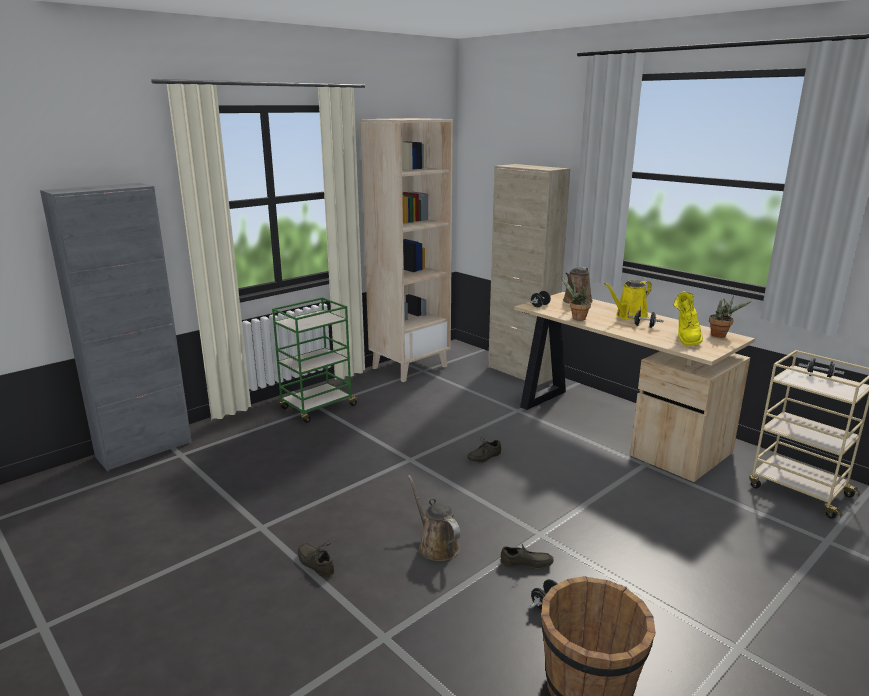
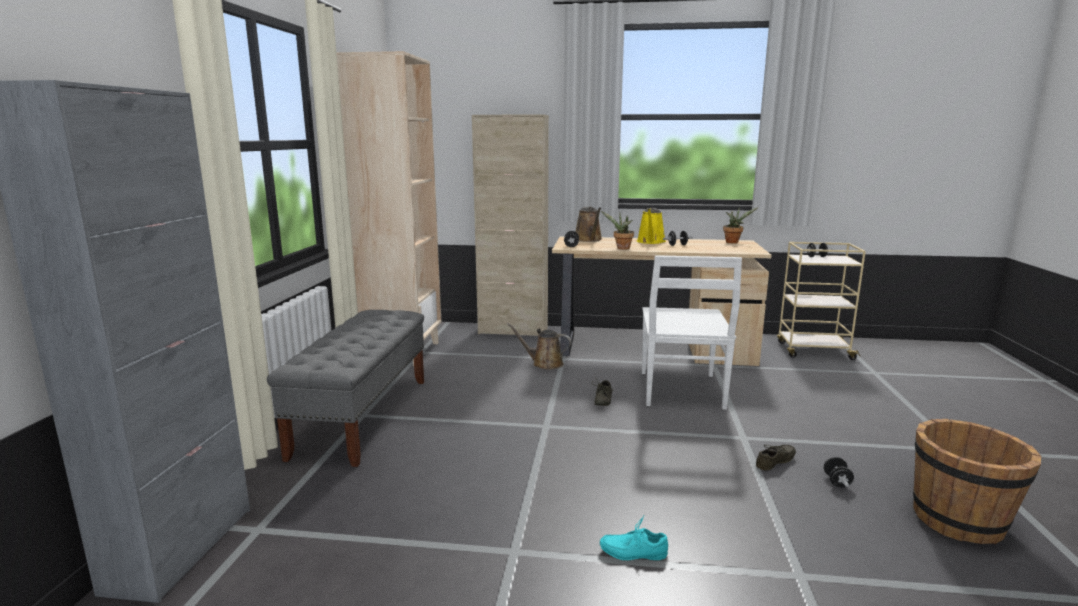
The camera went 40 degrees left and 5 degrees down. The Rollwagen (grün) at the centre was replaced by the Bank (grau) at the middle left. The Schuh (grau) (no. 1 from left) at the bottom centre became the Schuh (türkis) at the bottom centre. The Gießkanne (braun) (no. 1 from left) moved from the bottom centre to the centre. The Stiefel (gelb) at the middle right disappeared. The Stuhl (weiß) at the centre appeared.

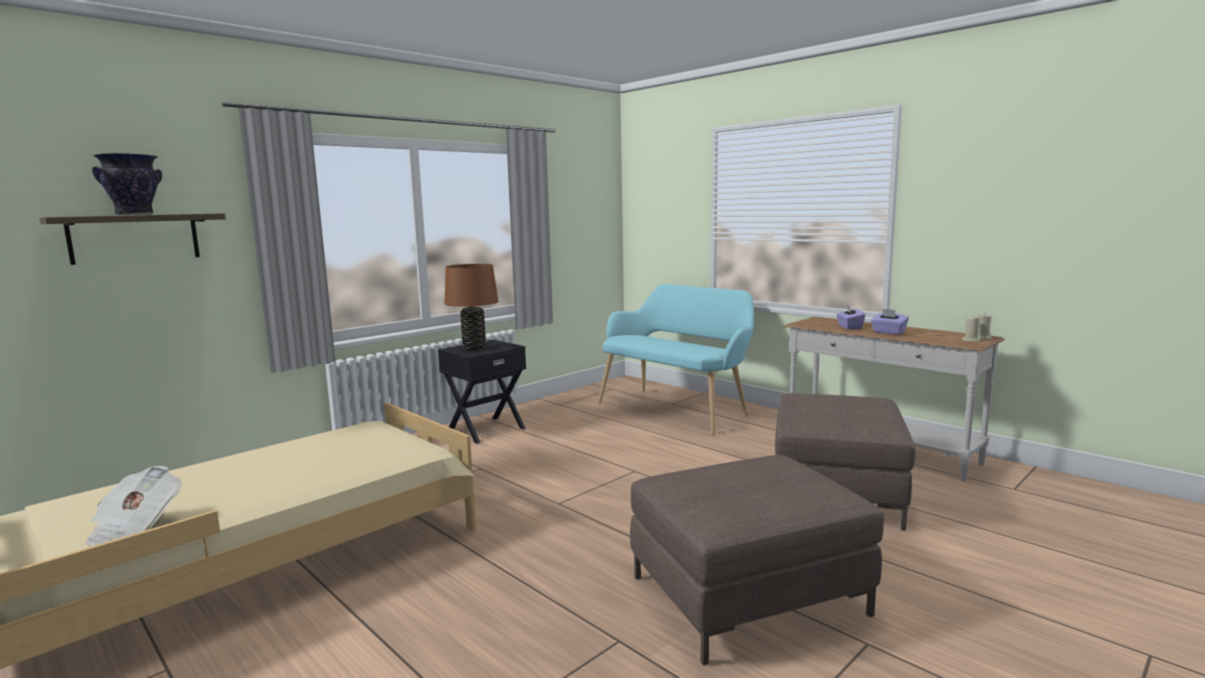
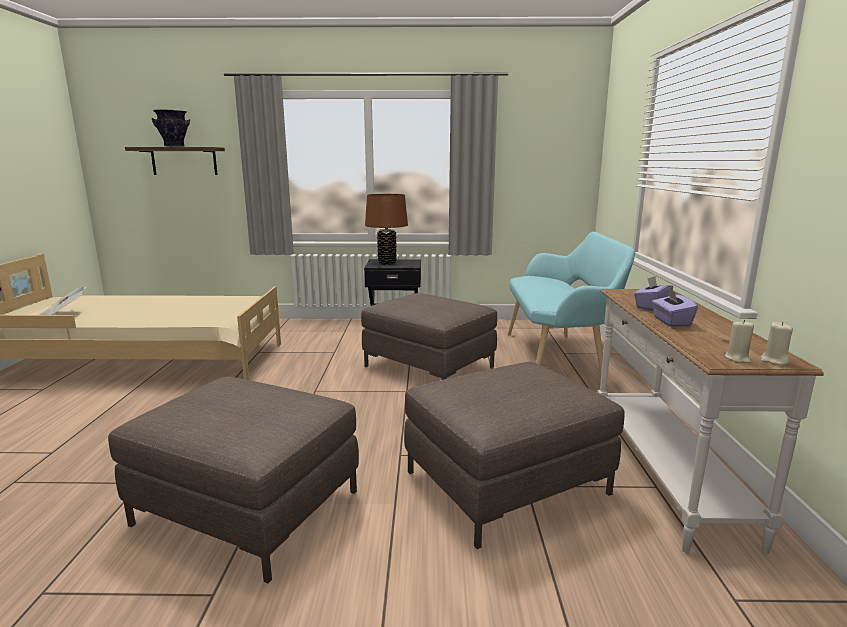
The camera went 45 degrees right and 5 degrees up. The Polsterhocker (braun) (no. 2 from left) at the centre appeared.

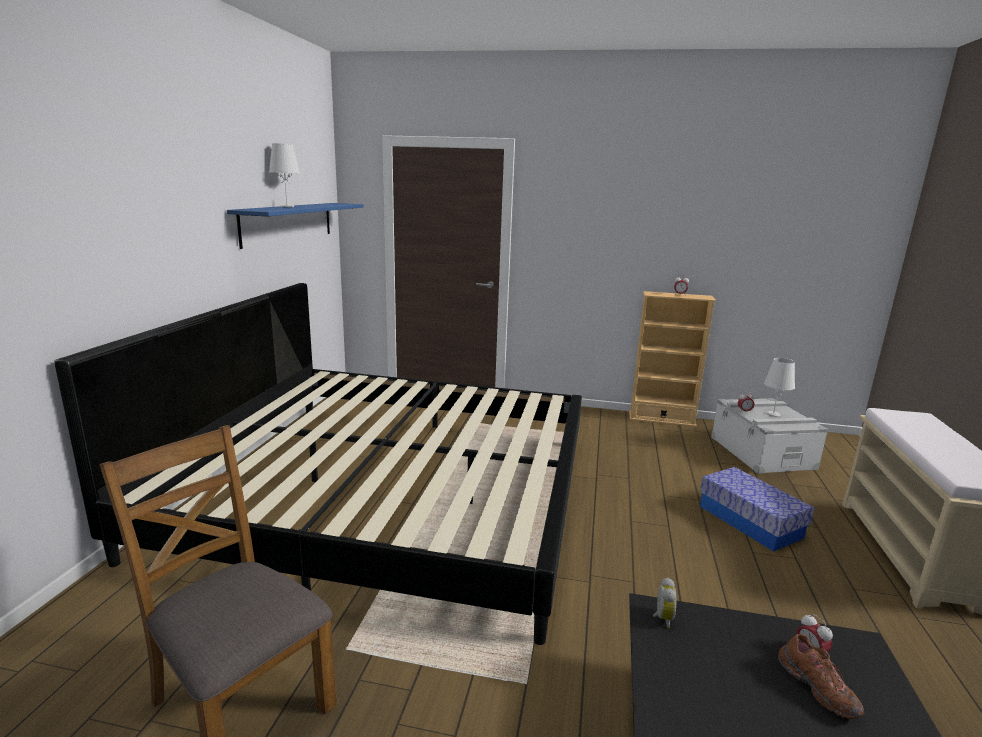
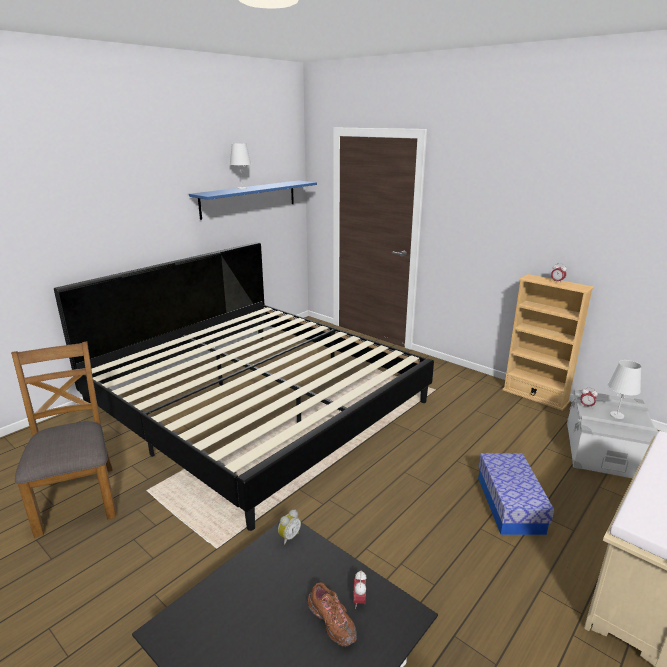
The camera went 30 degrees right and 5 degrees up. The Schuh (braun) at the bottom right turned 45 degrees counterclockwise.

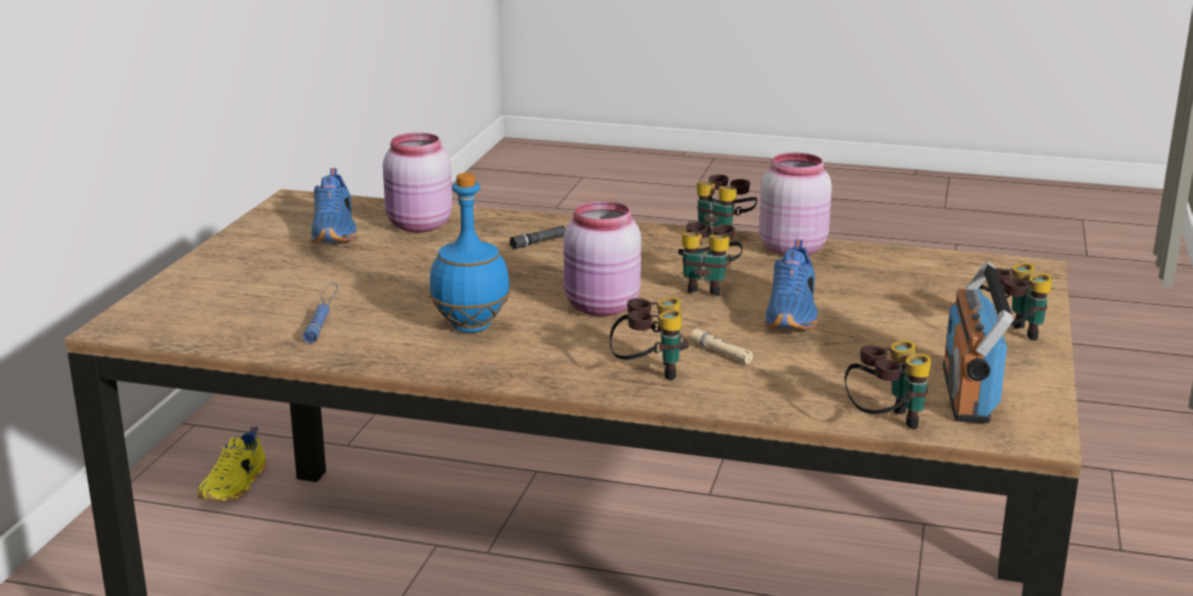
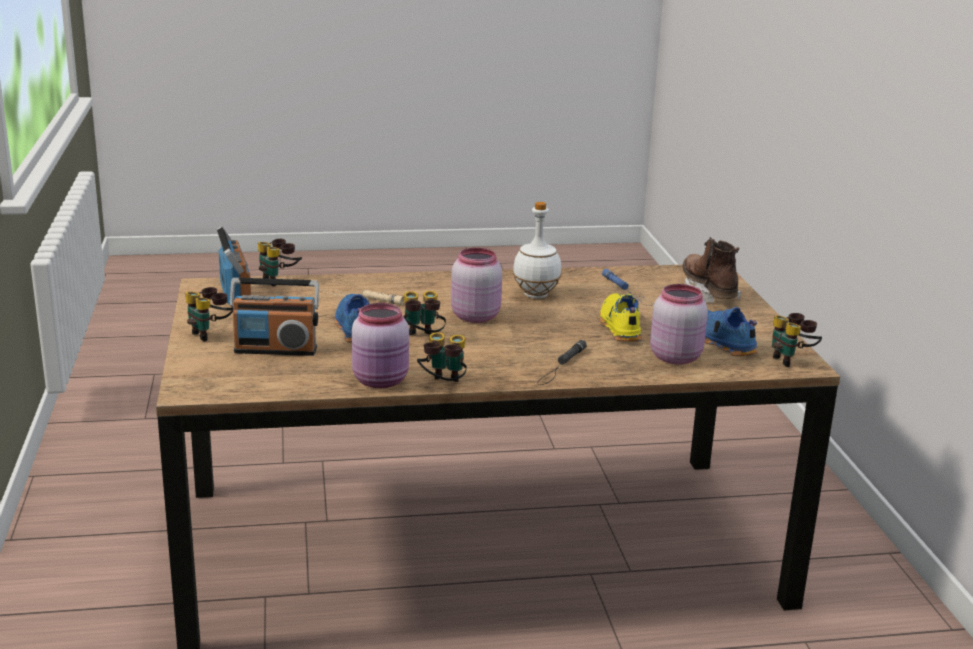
The camera went 155 degrees right and 0 degrees up. The Schuh (gelb) moved from the bottom left to the centre. The Flasche (blau) at the centre became the Flasche (weiß) at the centre. The Fernglas (no. 1 from left in the first image) moved from the centre to the middle right. The Radio (no. 2 from left) at the middle left appeared. The Stiefel (braun) at the middle right appeared.

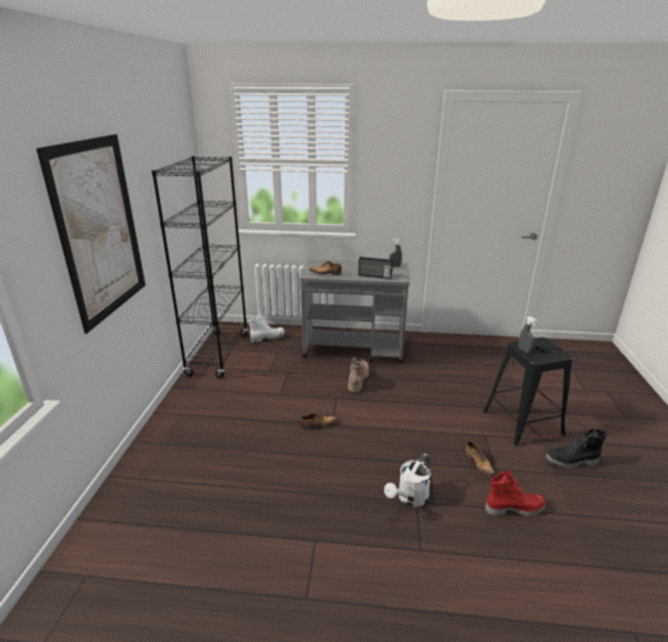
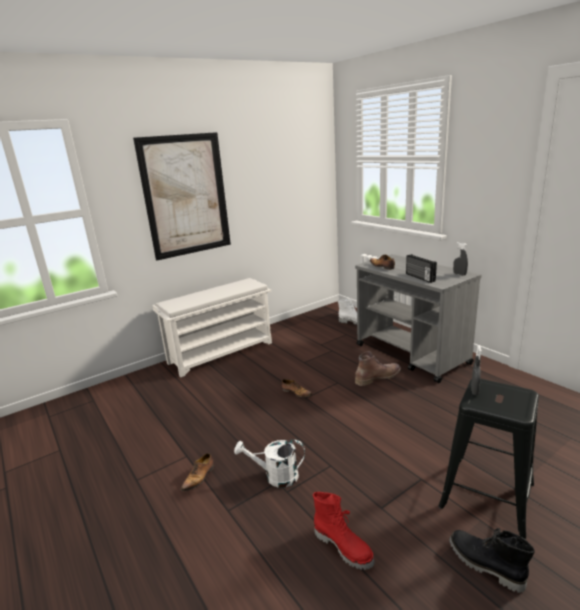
The camera went 50 degrees right and 5 degrees down. The Bücherregal (schwarz) at the middle left disappeared. The Schuh (no. 3 from left in the first image) moved from the bottom right to the bottom centre. The Schuhregal (weiß) at the centre appeared.

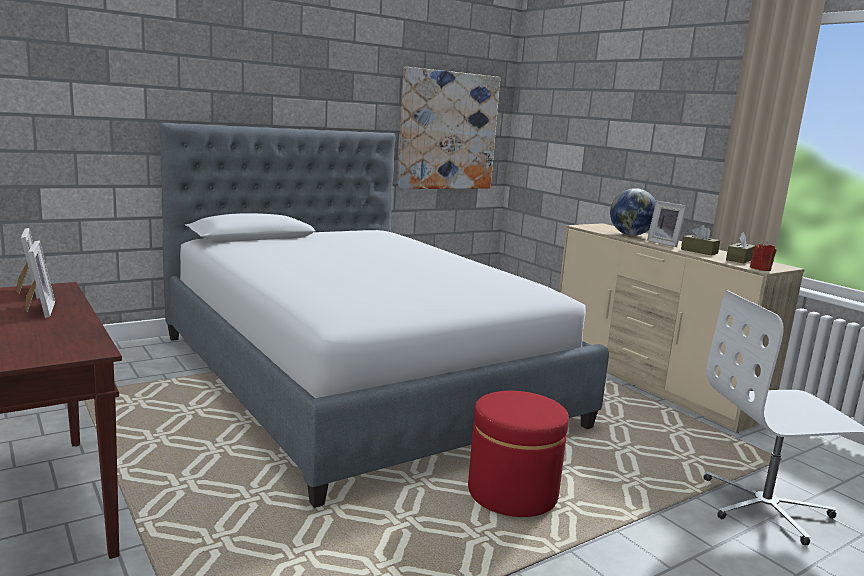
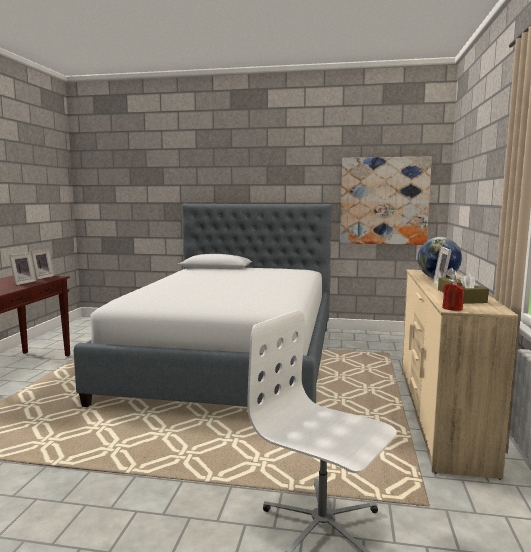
The camera went 45 degrees right and 5 degrees down. The Polsterhocker (rot) at the bottom centre disappeared.

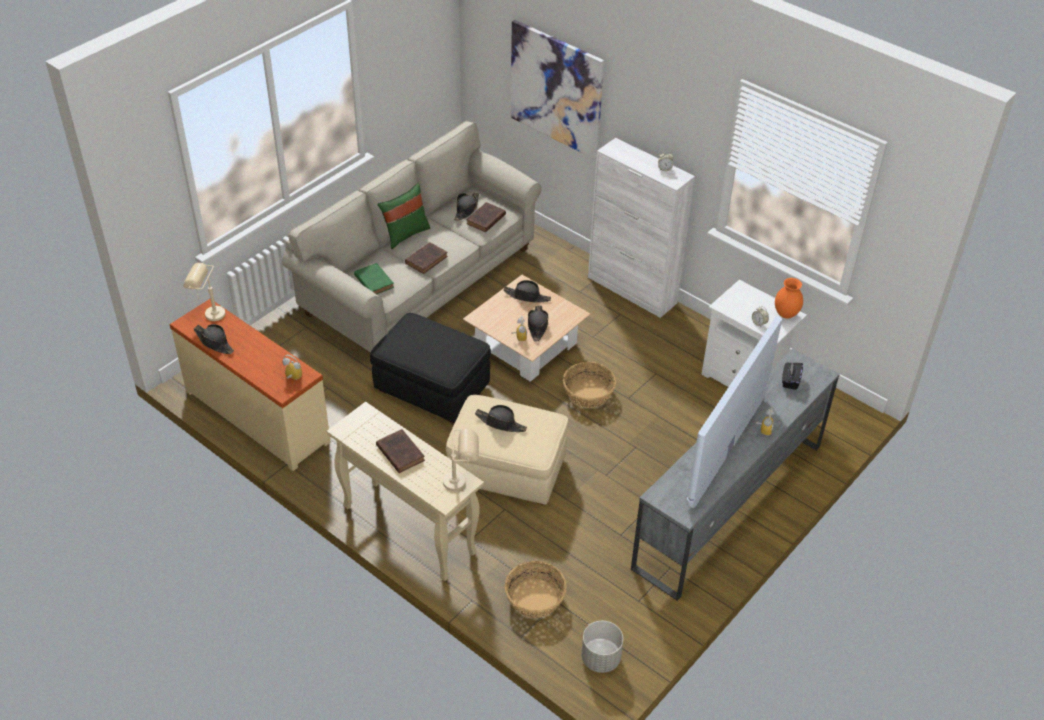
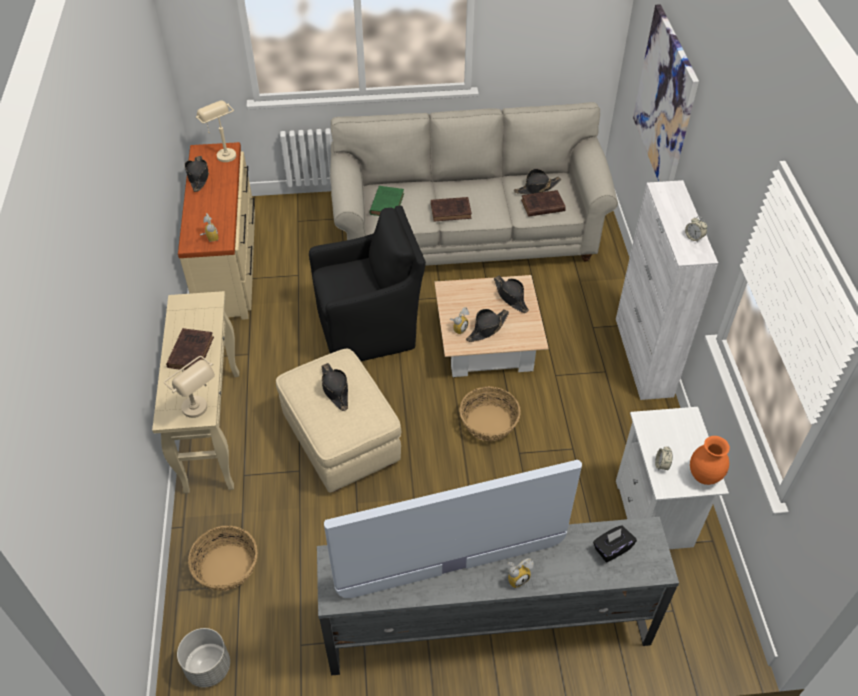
The camera went 45 degrees right and 5 degrees up. The Polsterhocker (schwarz) at the centre was replaced by the Sessel (schwarz) at the centre. The Kissen (grün) at the top centre disappeared.

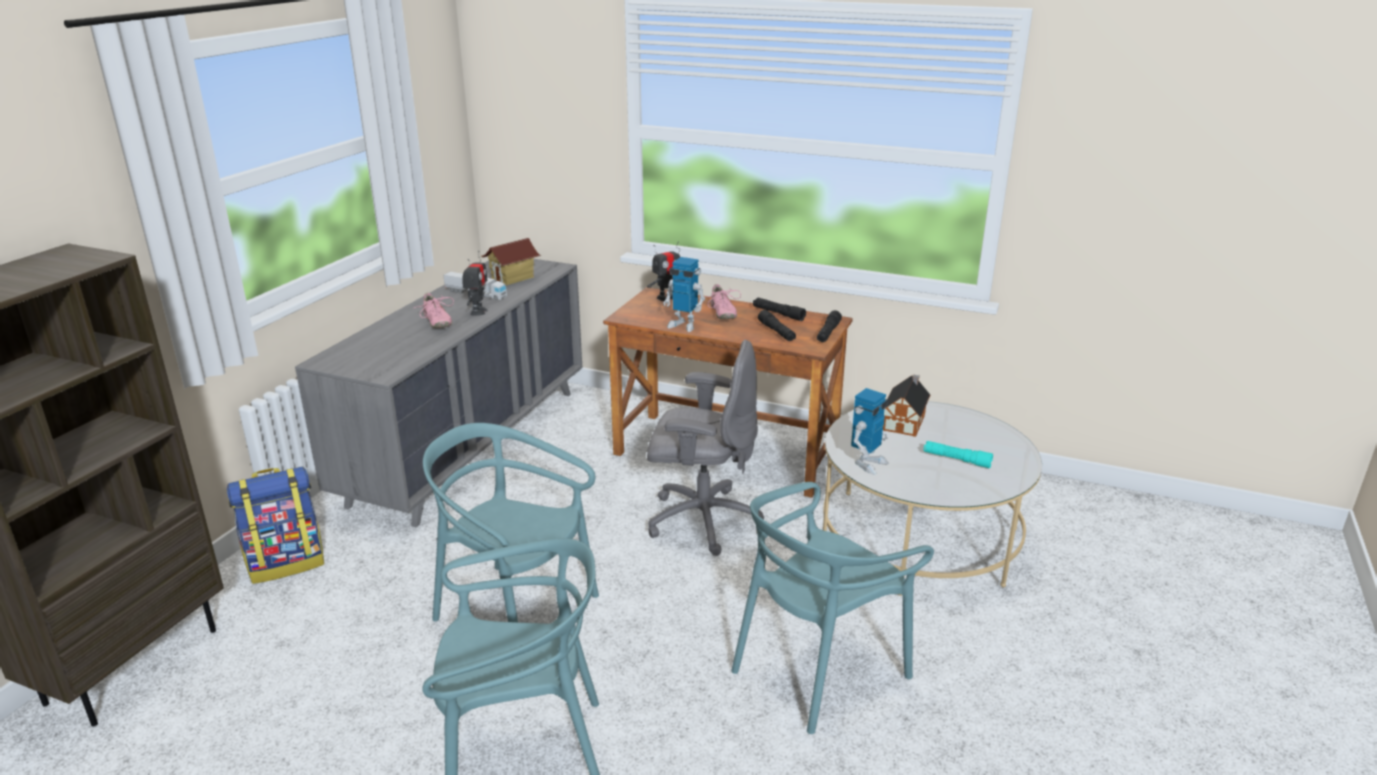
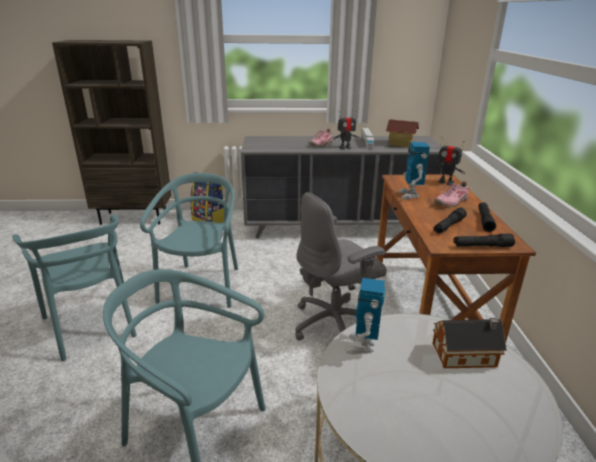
The camera went 65 degrees right and 0 degrees up. The Bürostuhl (grau) at the centre turned 75 degrees clockwise. The Spielzeugroboter (no. 4 from left in the first image) at the centre turned 90 degrees clockwise. The Taschenlampe (türkis) at the middle right disappeared.

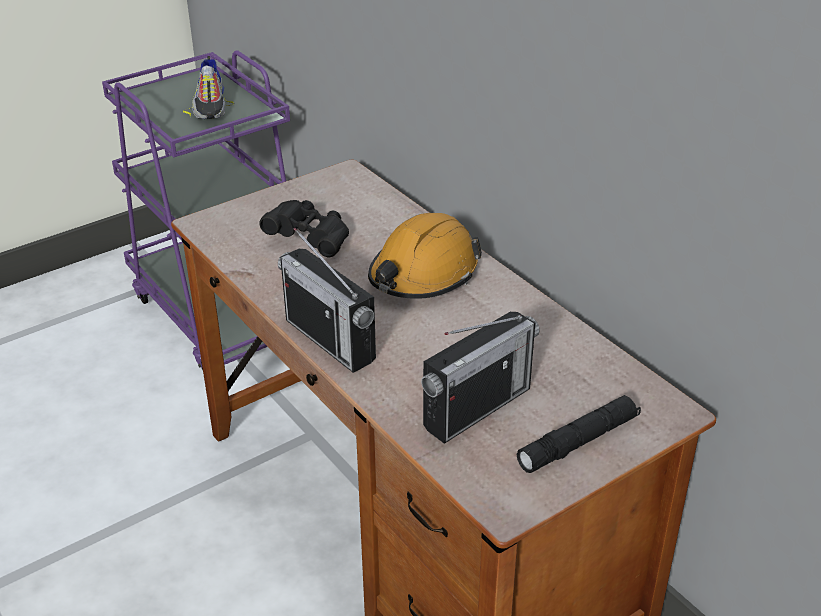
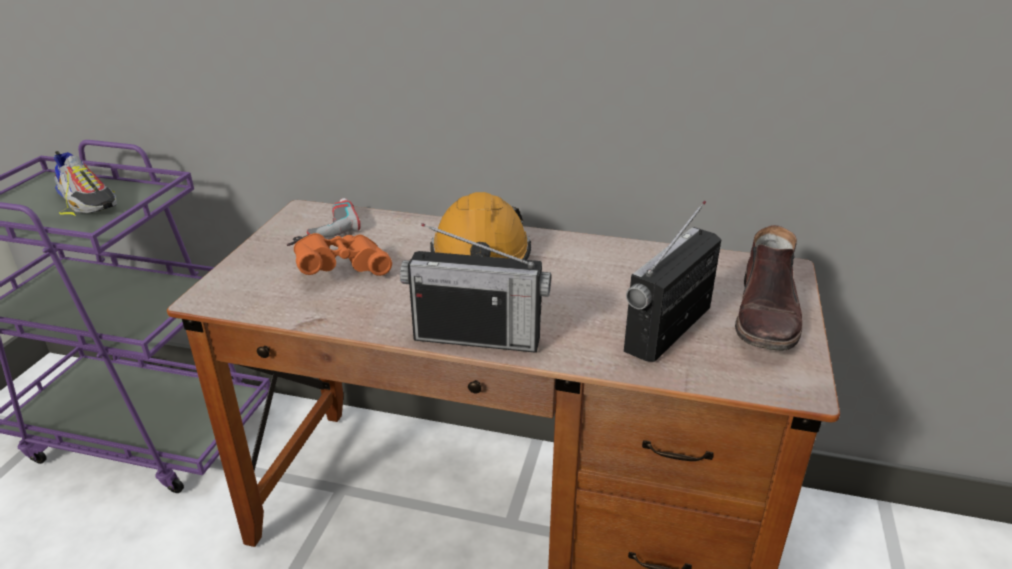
The camera went 40 degrees left and 5 degrees down. The Fernglas (schwarz) at the centre became the Fernglas (orange) at the centre. The Radio (no. 2 from left) at the centre turned 150 degrees counterclockwise. The Taschenlampe (schwarz) at the bottom right was replaced by the Stiefel (braun) at the middle right. The Bohrmaschine at the middle left appeared.

